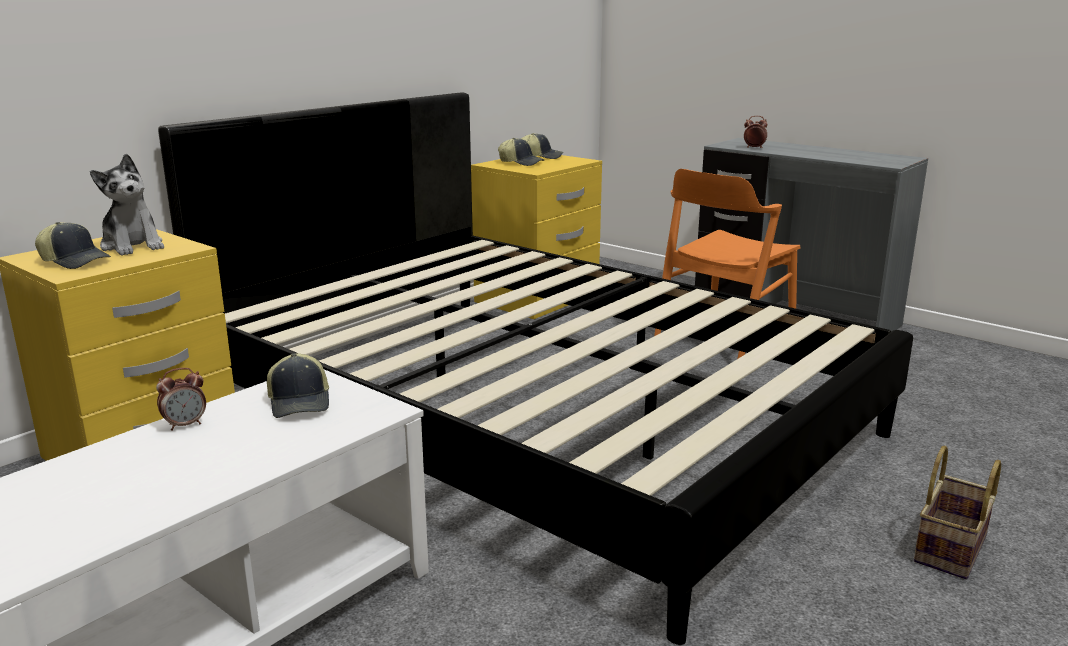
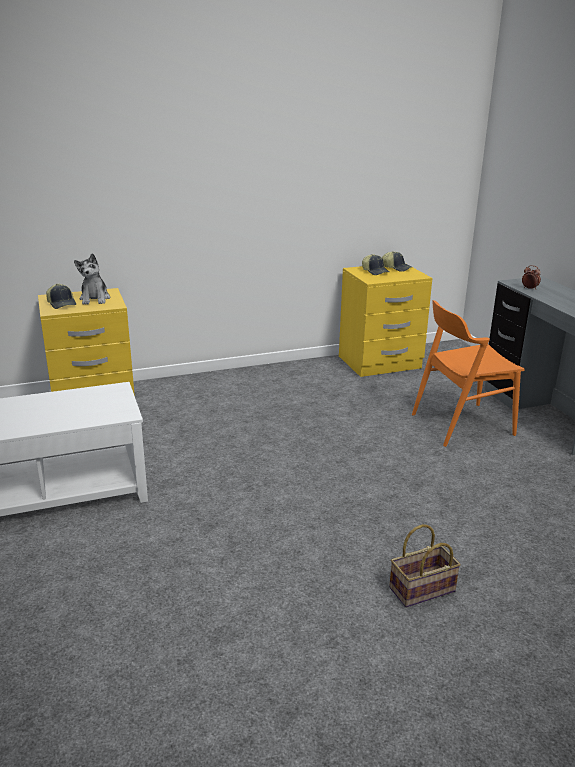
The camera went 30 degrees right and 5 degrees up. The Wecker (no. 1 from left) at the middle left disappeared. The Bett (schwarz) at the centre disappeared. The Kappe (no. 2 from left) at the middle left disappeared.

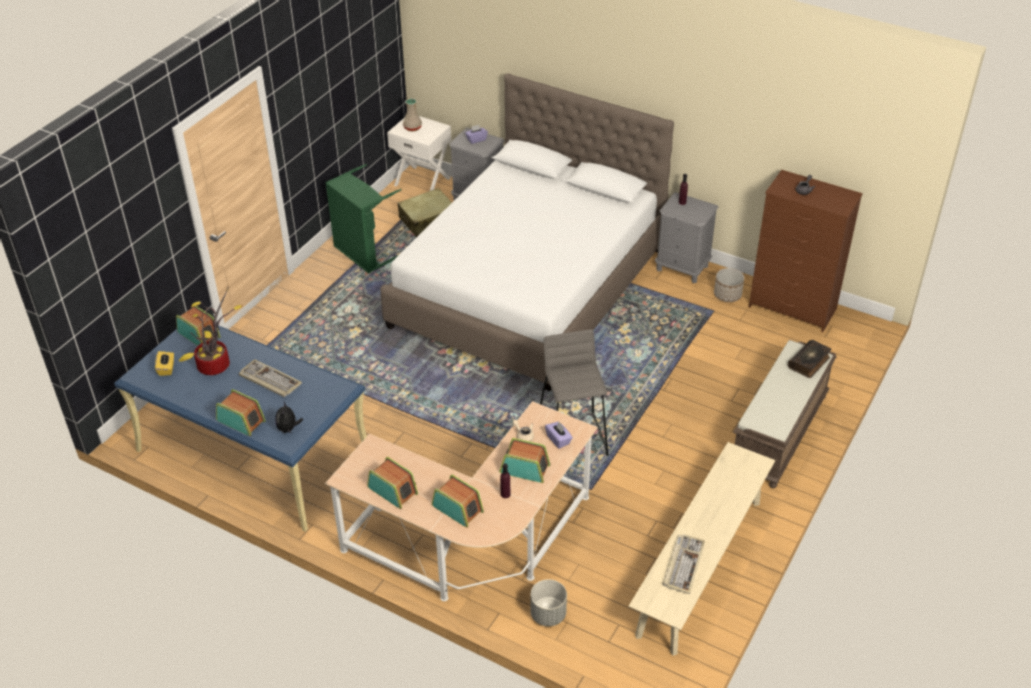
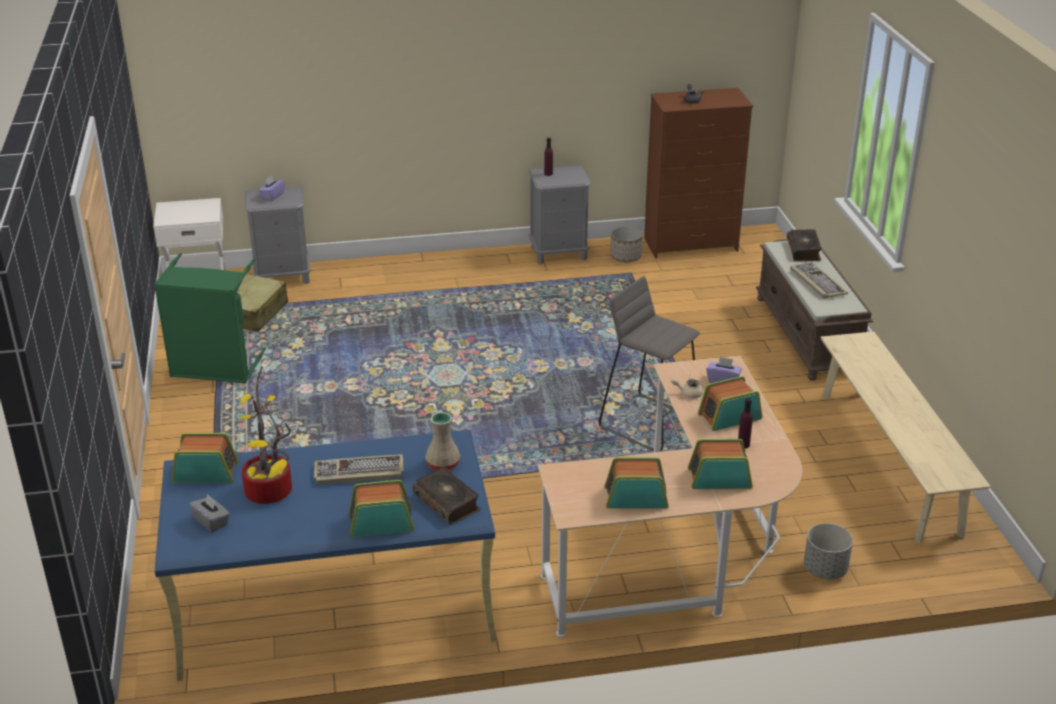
The camera went 40 degrees left and 10 degrees down. The Taschentuchbox (gelb) at the middle left became the Taschentuchbox (grau) at the bottom left. The Plüschtier at the middle left was replaced by the Buch (no. 1 from left) at the bottom centre. The Bett (weiß) at the centre disappeared. The Vase (beige) moved from the top centre to the centre. The Tastatur (no. 2 from left) moved from the bottom centre to the middle right.

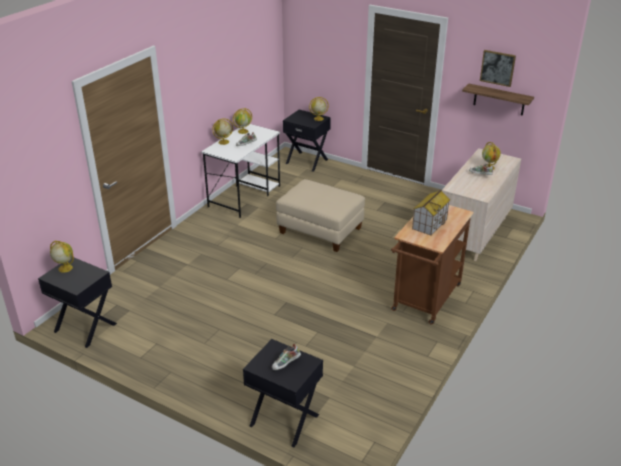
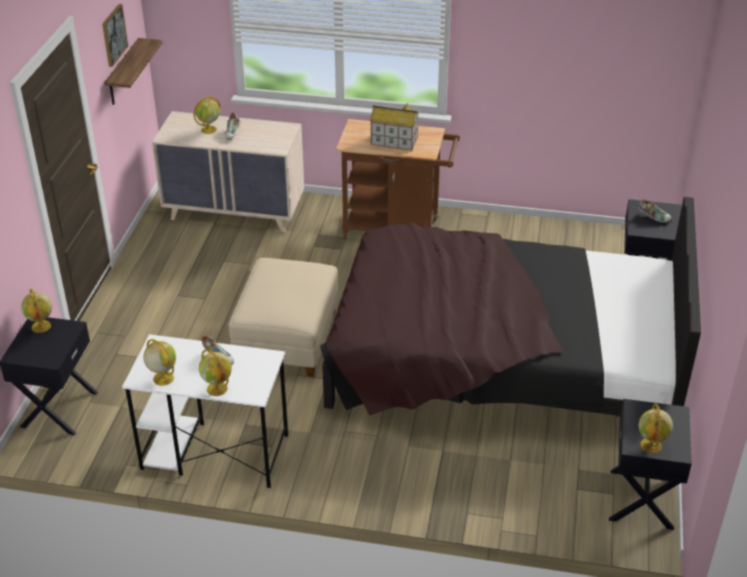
The camera went 110 degrees left and 5 degrees up. The Bett at the middle right appeared.

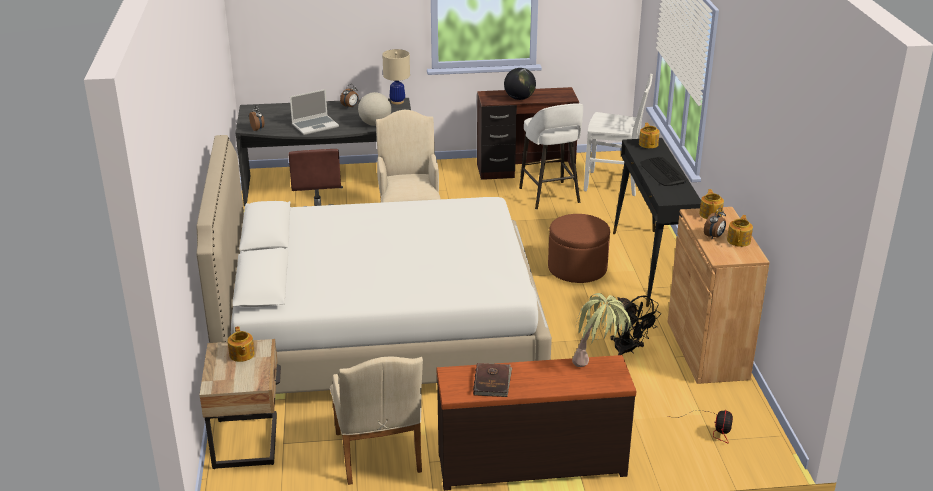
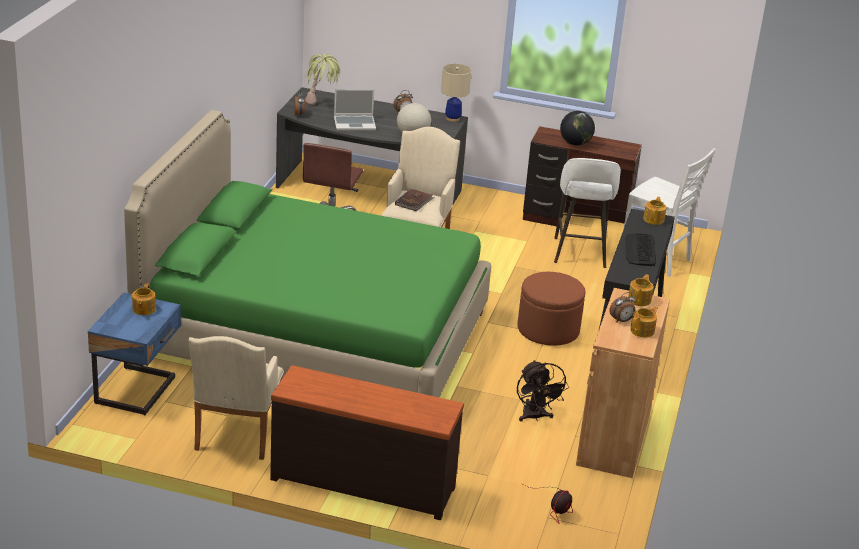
The camera went 20 degrees right and 0 degrees up. The Bett (weiß) at the centre became the Bett (grün) at the centre. The Nachttisch (beige) at the bottom left became the Nachttisch (blau) at the middle left. The Buch (braun) moved from the bottom centre to the centre. The Topfpflanze moved from the bottom centre to the top centre.

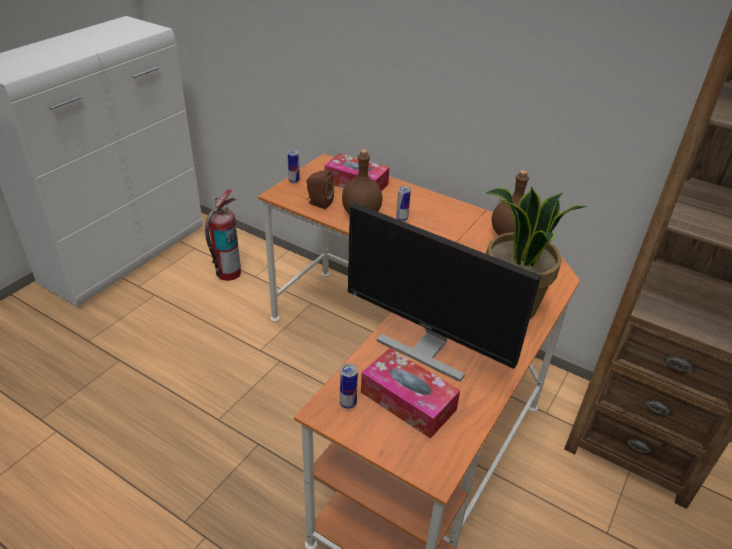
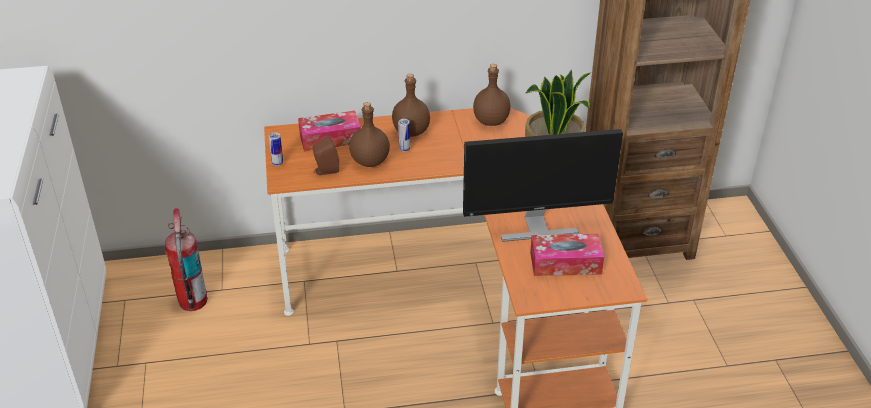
The camera went 40 degrees left and 0 degrees up. The Dose (no. 2 from left) at the bottom centre disappeared. The Flasche (braun) (no. 2 from left) at the top centre appeared.

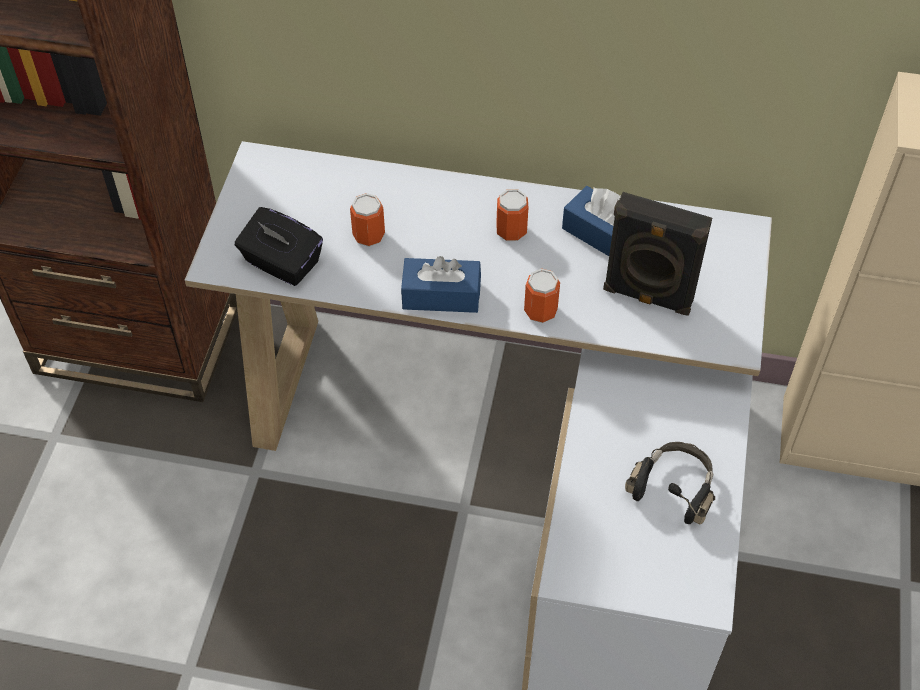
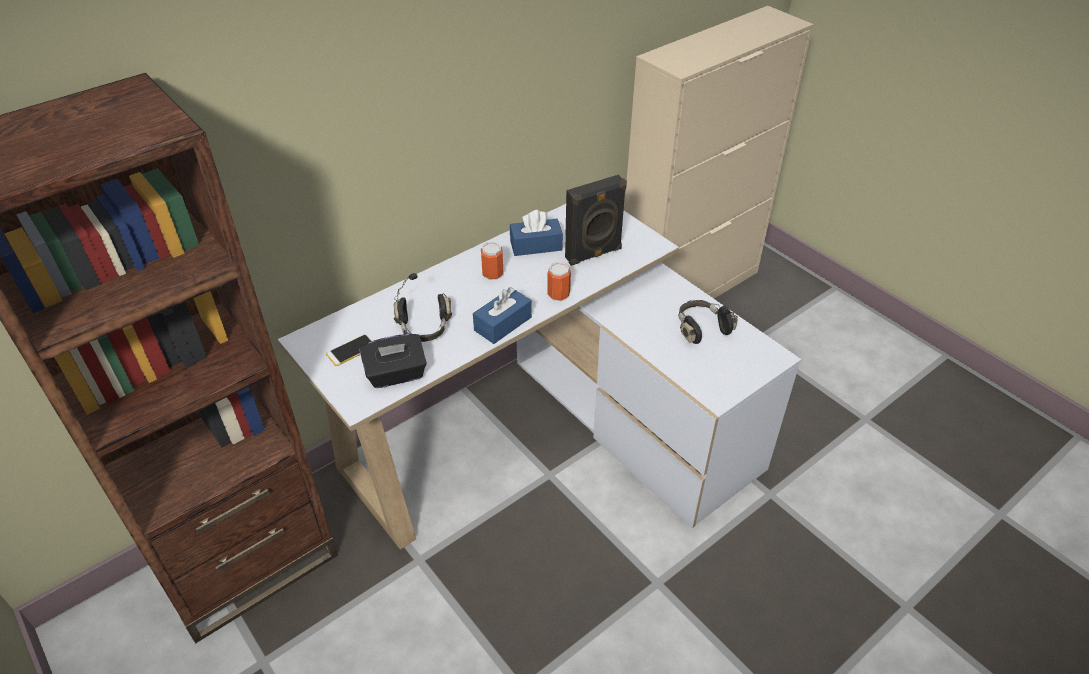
The camera went 50 degrees left and 10 degrees down. The Dose (no. 1 from left) at the top centre was replaced by the Kopfhörer (schwarz) (no. 1 from left) at the centre. The Handy at the middle left appeared.

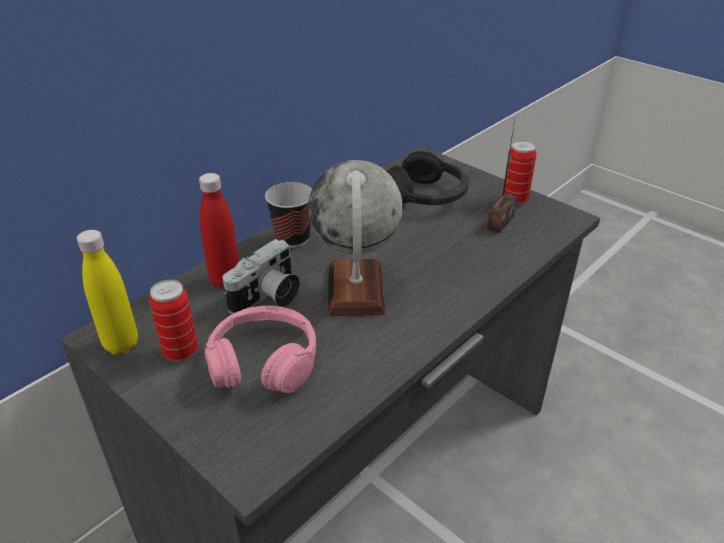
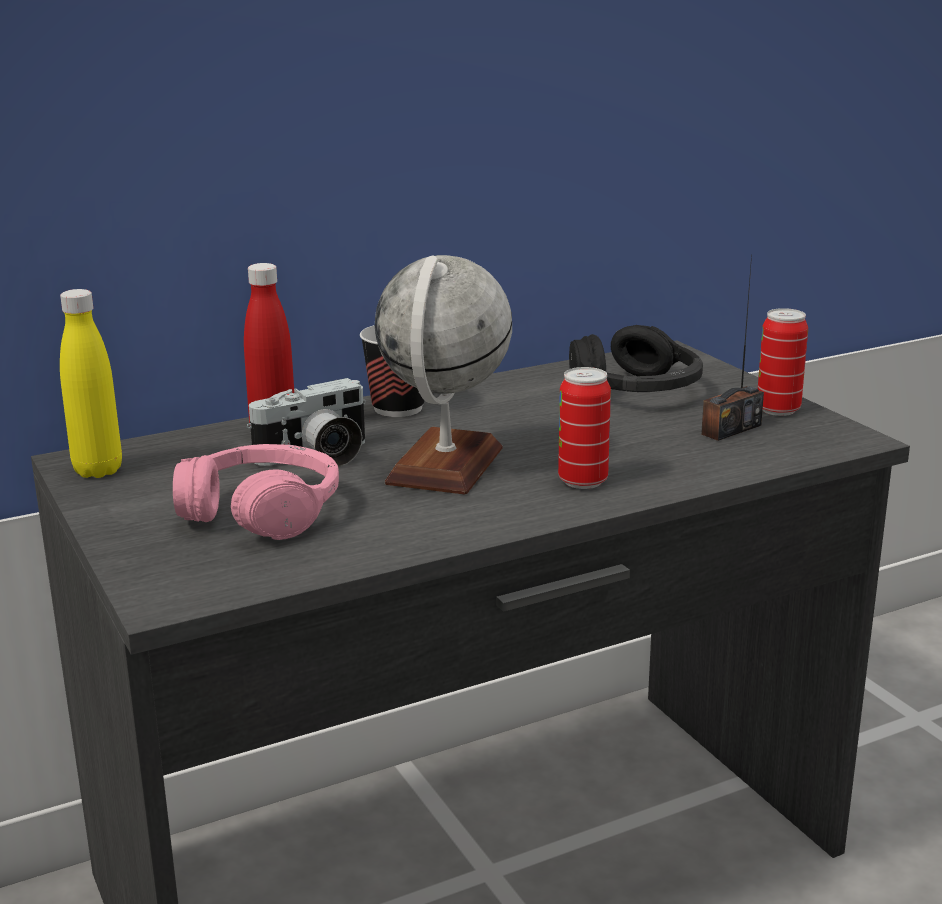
The camera went 20 degrees right and 15 degrees down. The Dose (no. 1 from left) moved from the middle left to the centre.

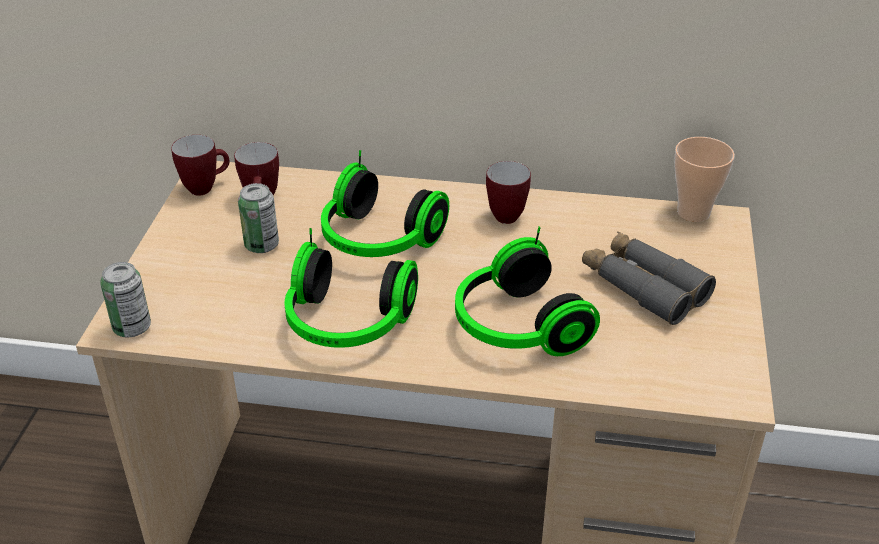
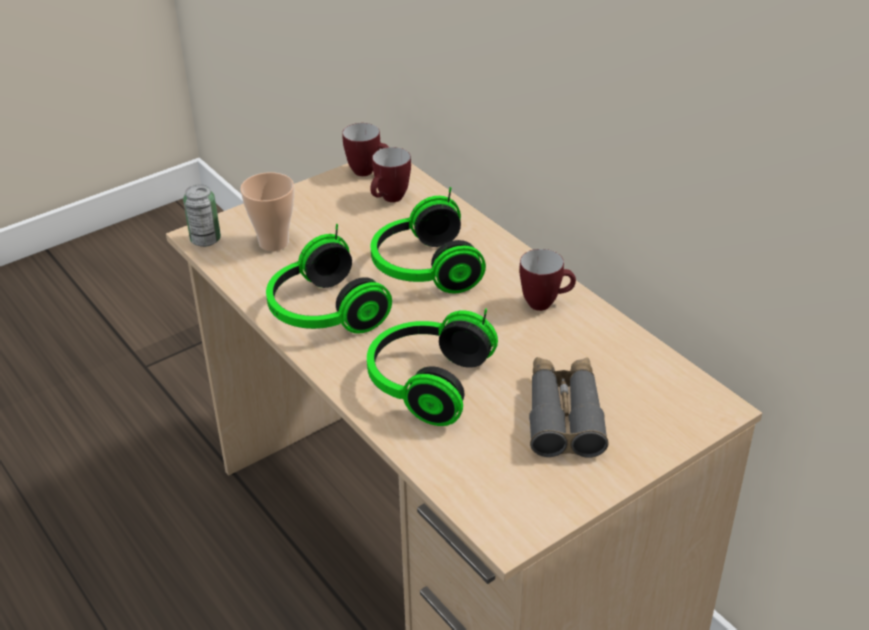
The camera went 45 degrees right and 0 degrees up. The Dose (no. 2 from left) at the middle left disappeared. The Tasse moved from the top right to the middle left.

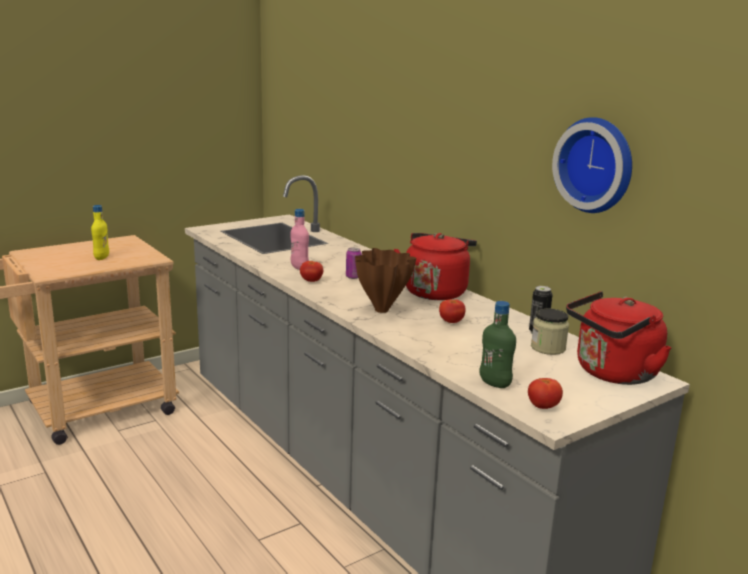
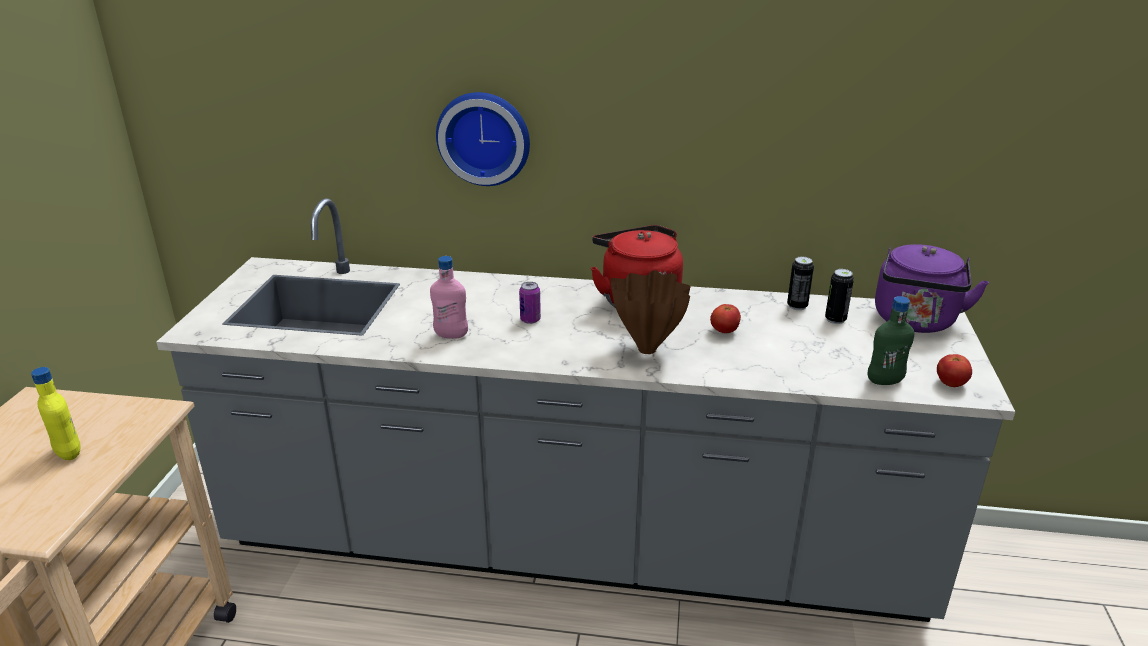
The camera went 45 degrees left and 10 degrees up. The Tomate (no. 1 from left) at the centre disappeared. The Vorratsglas at the middle right was replaced by the Dose (no. 3 from left) at the middle right. The Wanduhr moved from the top right to the top centre. The Wasserkessel (rot) (no. 2 from left) at the middle right became the Wasserkessel (lila) at the middle right.

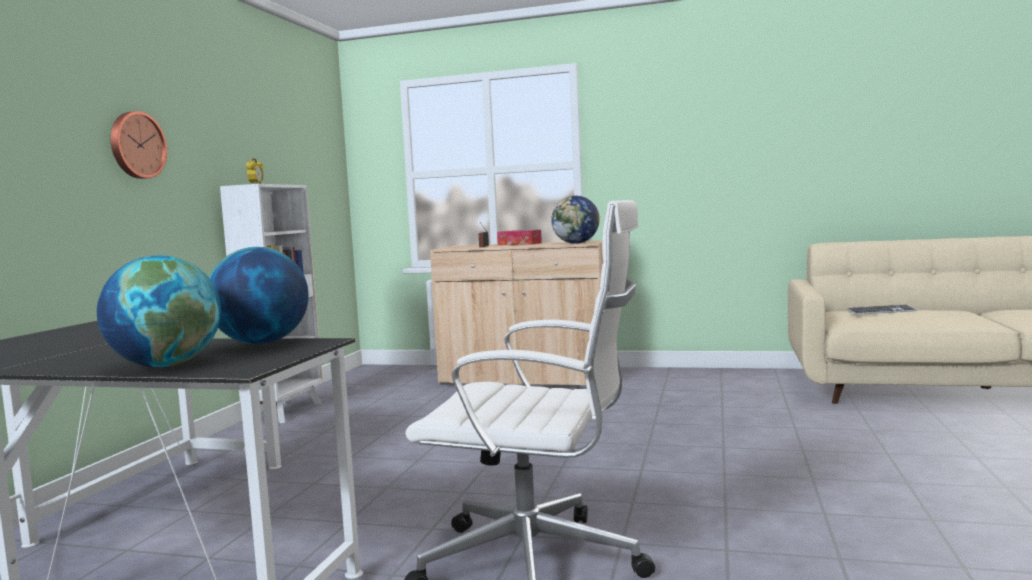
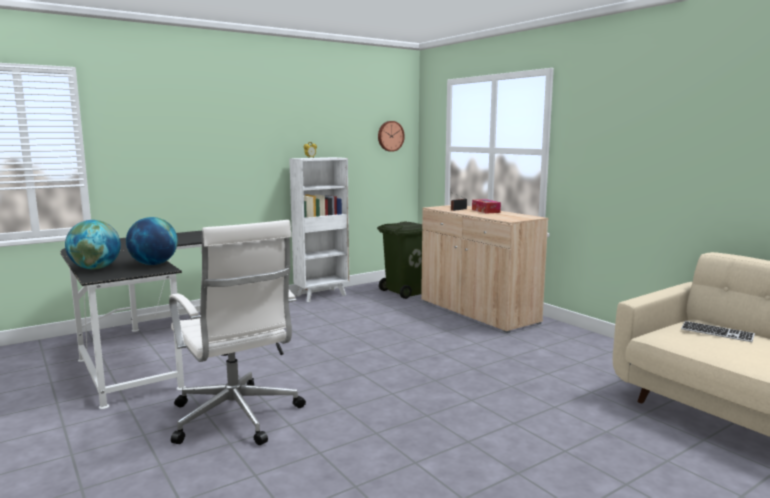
The camera went 40 degrees right and 5 degrees up. The Wanduhr moved from the top left to the top centre. The Globus (no. 3 from left) at the centre disappeared. The Mülleimer (grün) at the centre appeared.

